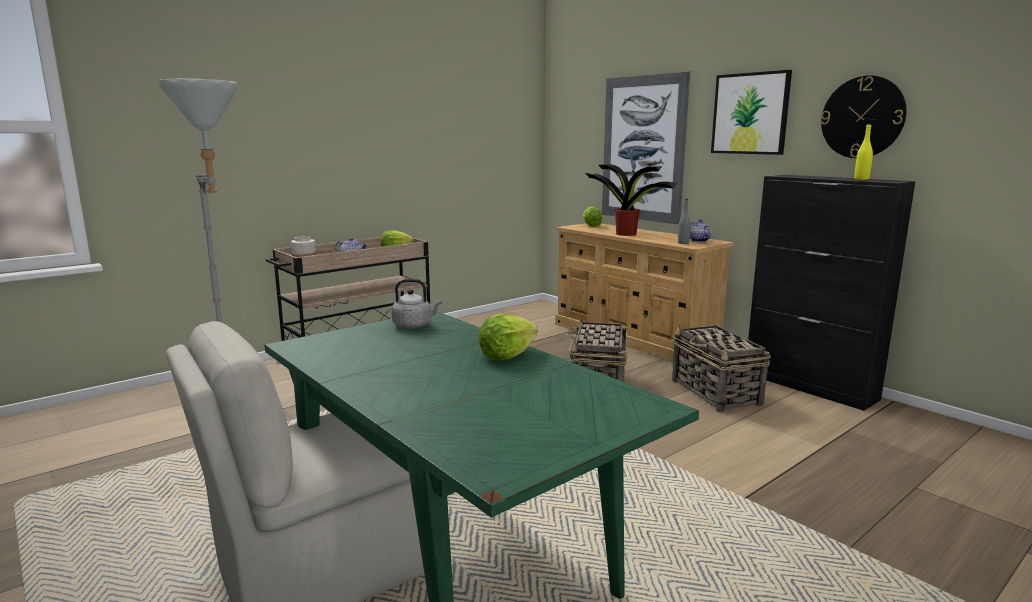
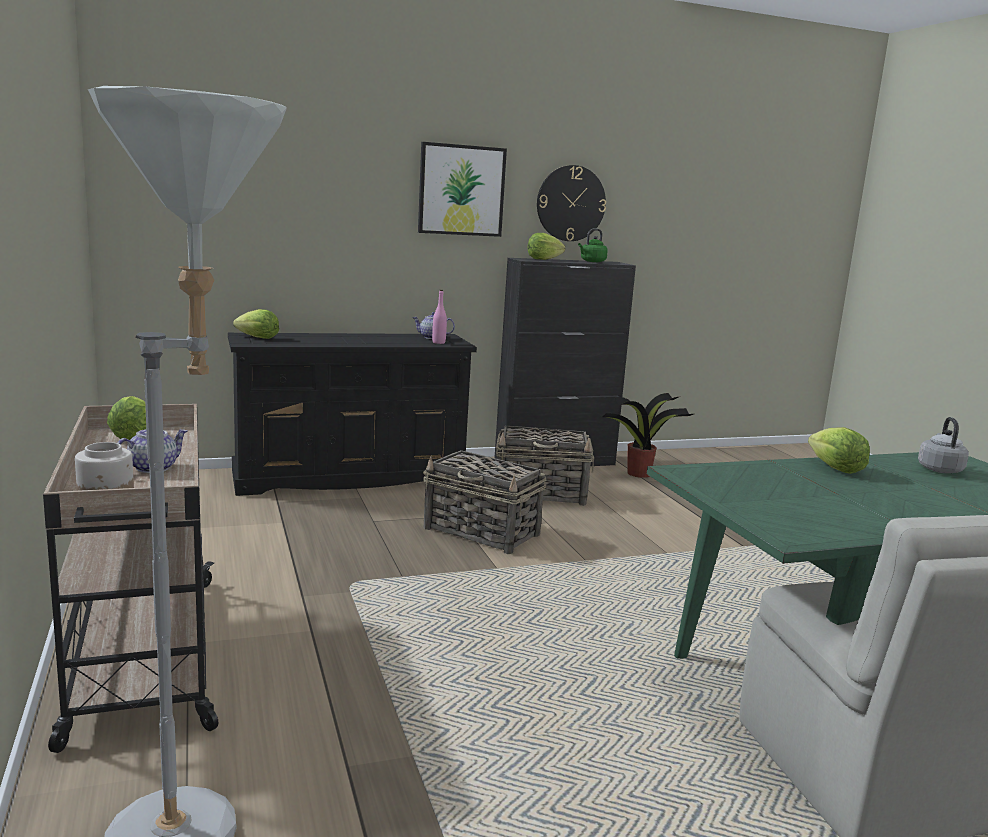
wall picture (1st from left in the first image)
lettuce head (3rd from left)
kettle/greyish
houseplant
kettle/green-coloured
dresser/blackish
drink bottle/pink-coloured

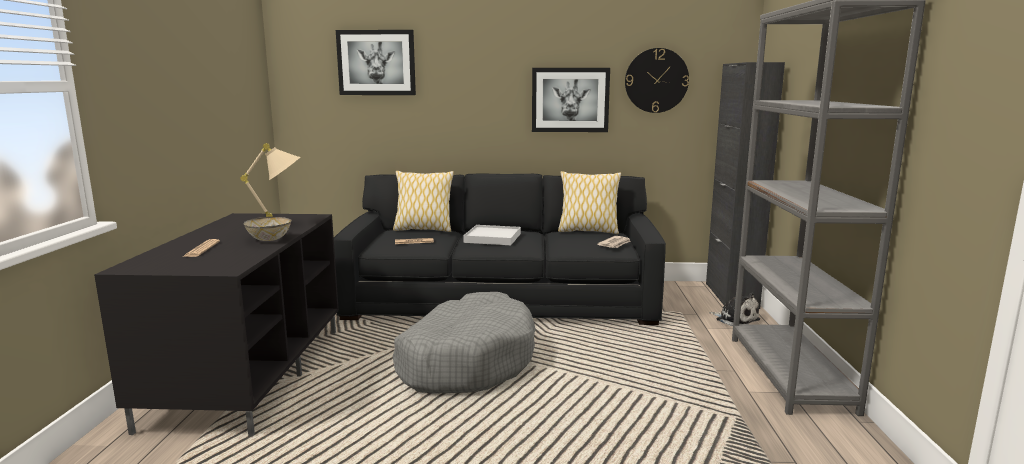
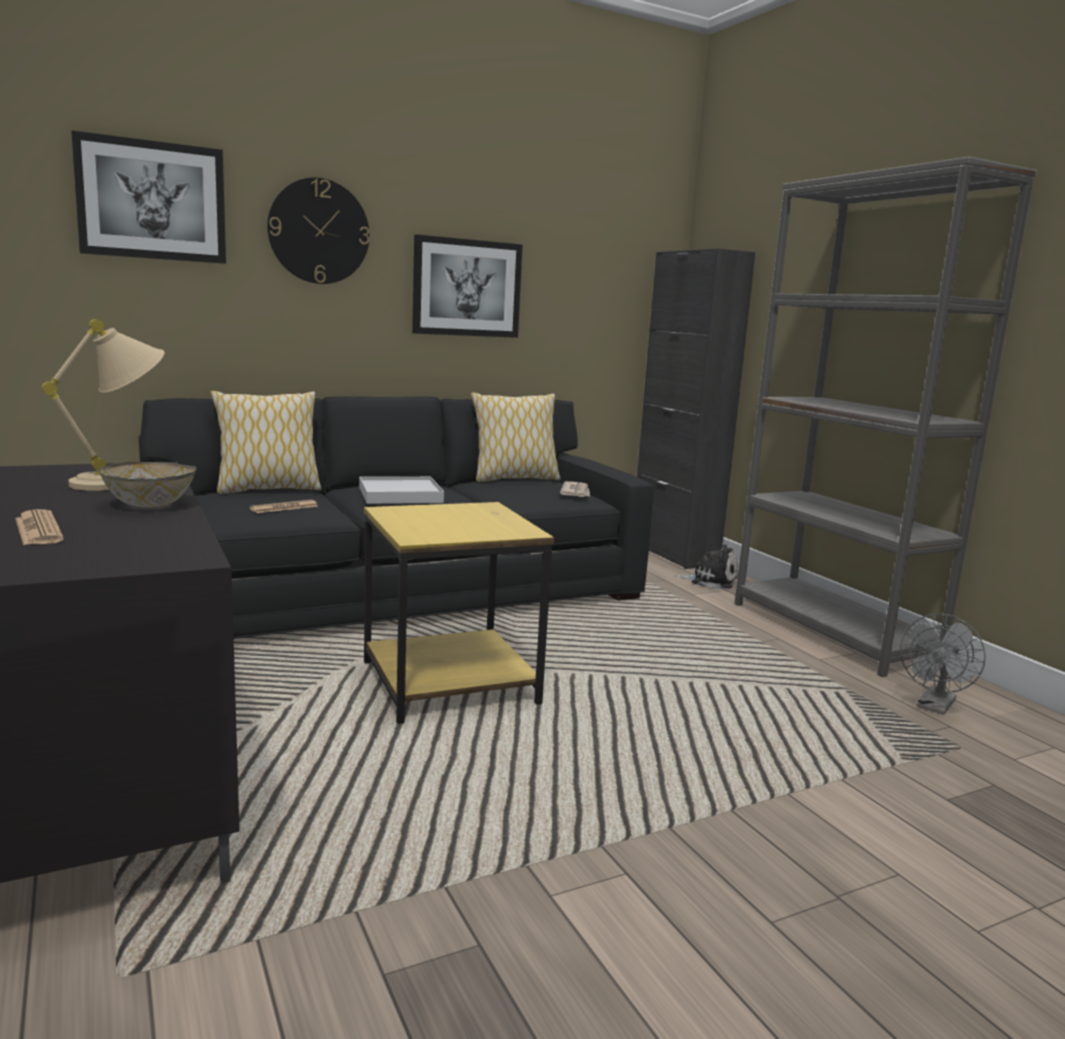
electric fan/greyish
clock on the wall
end table/yellow-coloured

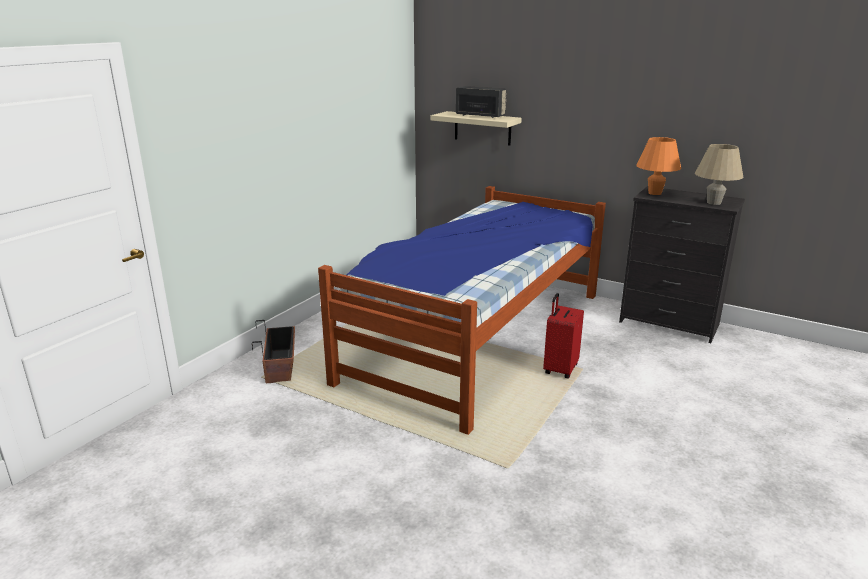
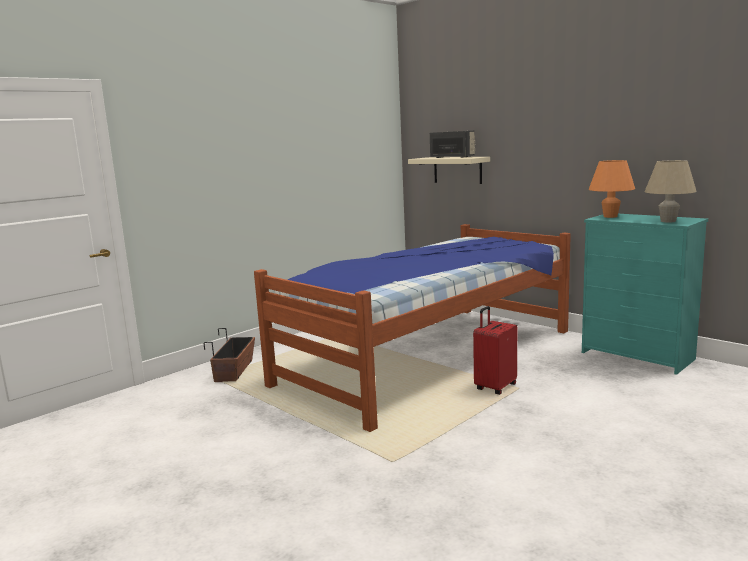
dresser/turquoise-coloured

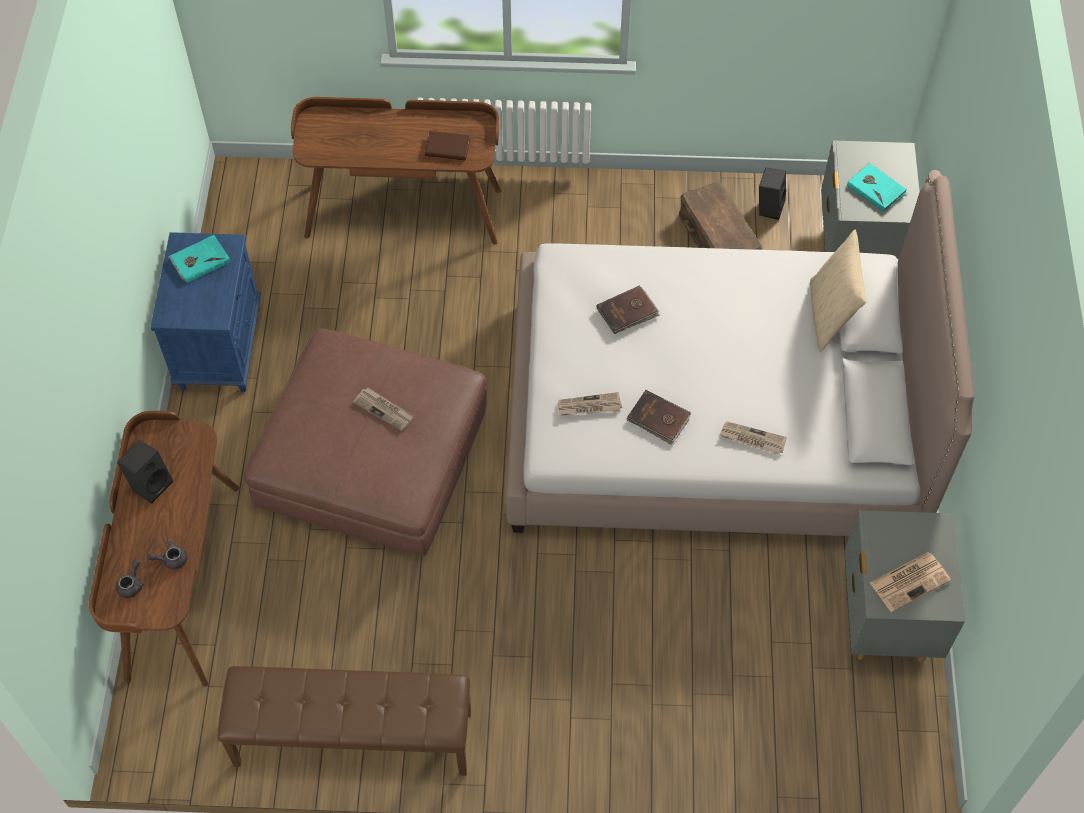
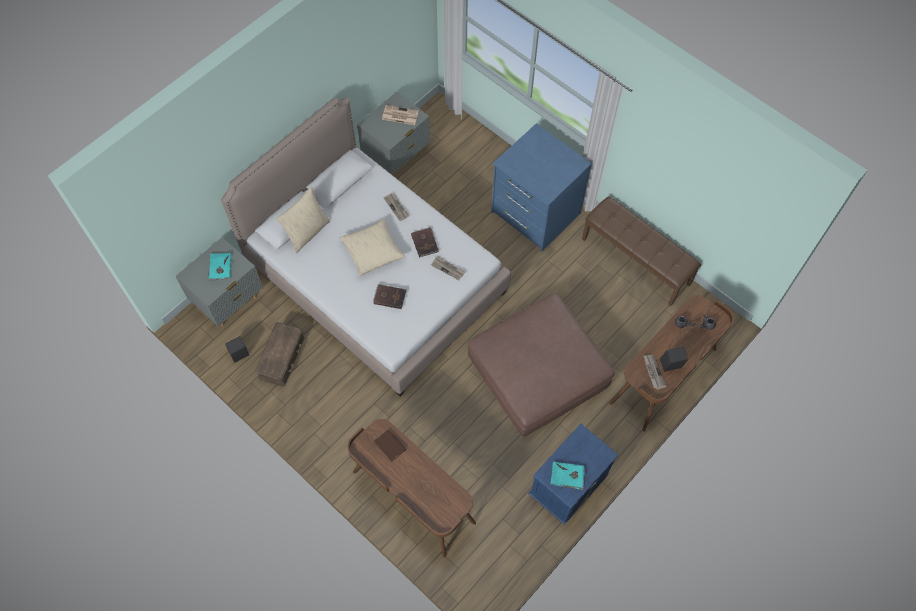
cushion/beige-coloured (2nd from left)
dresser/blue
daily paper (4th from left)

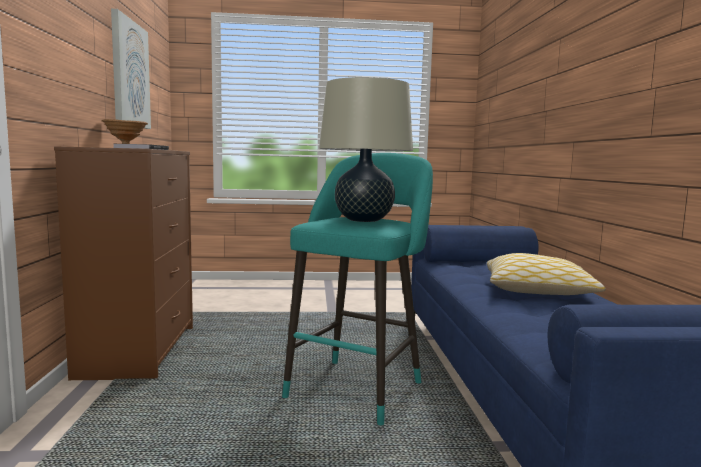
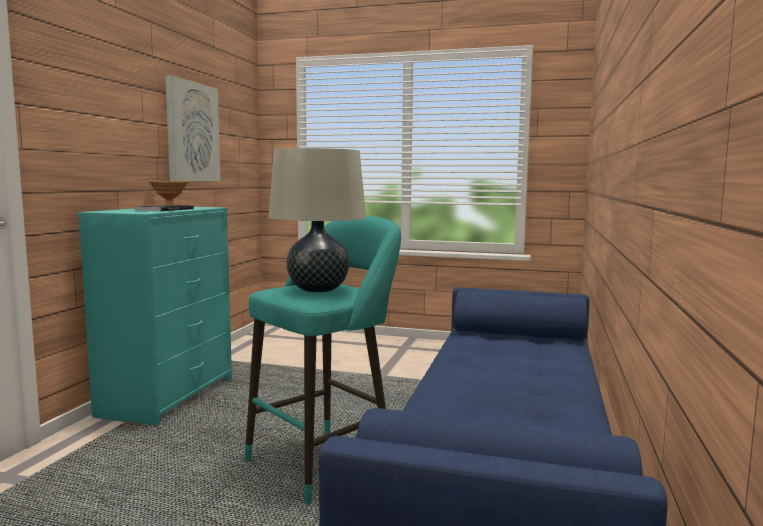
cushion
dresser/turquoise-coloured

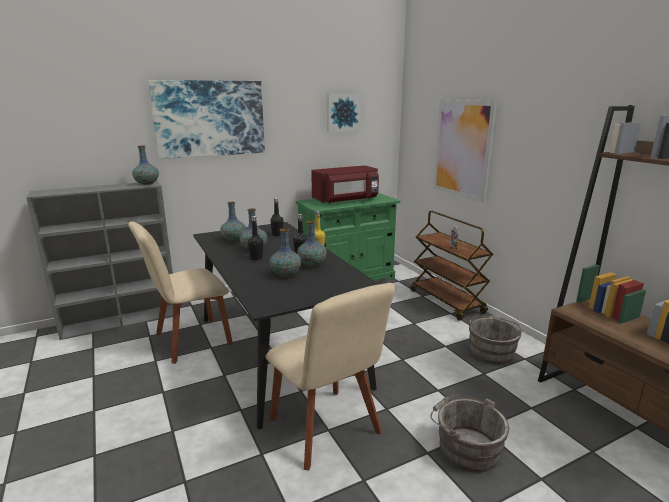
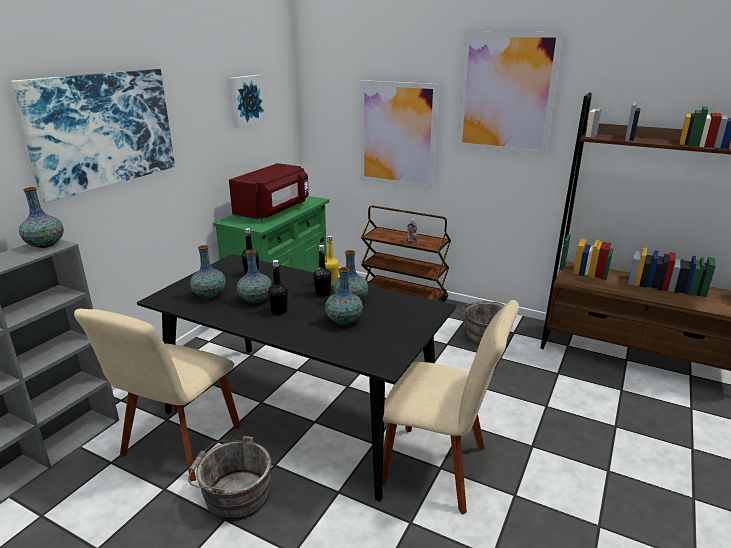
wall picture (4th from left)
pail/greyish (1st from left)

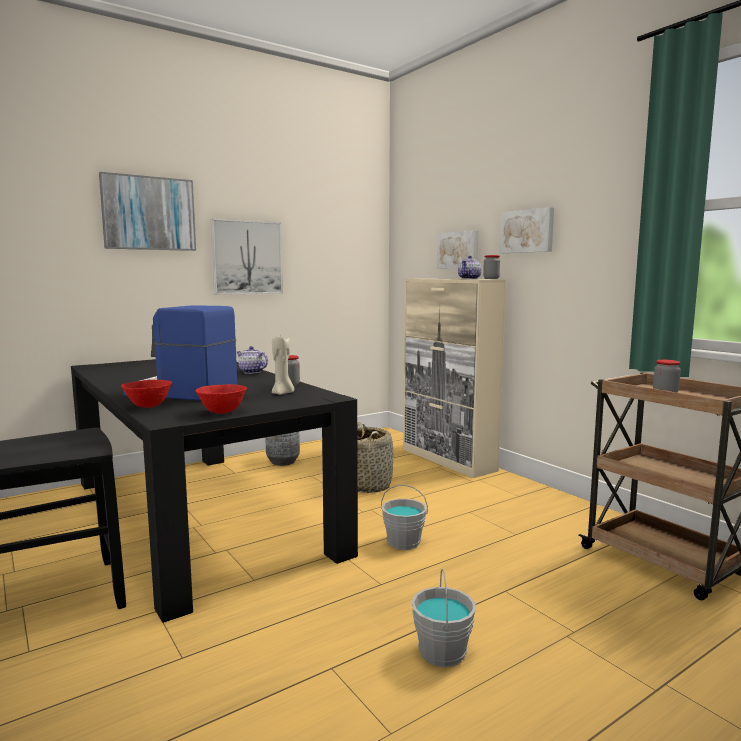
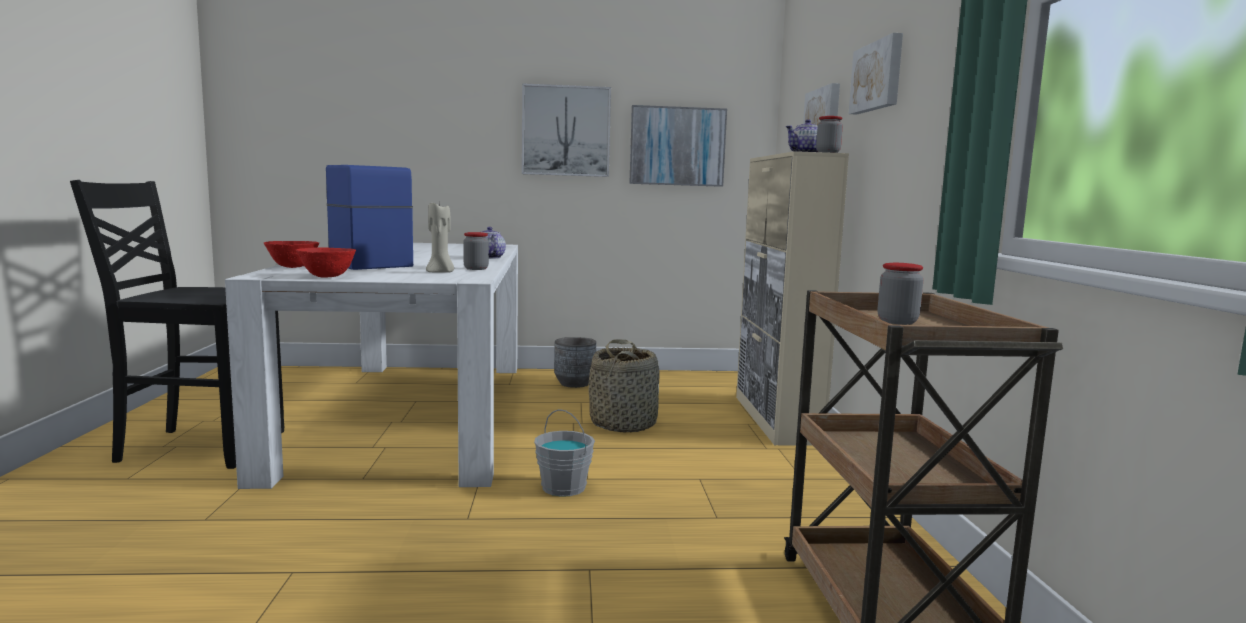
pail/greyish (2nd from left in the first image)
wall picture (2nd from left)
dinner table/white

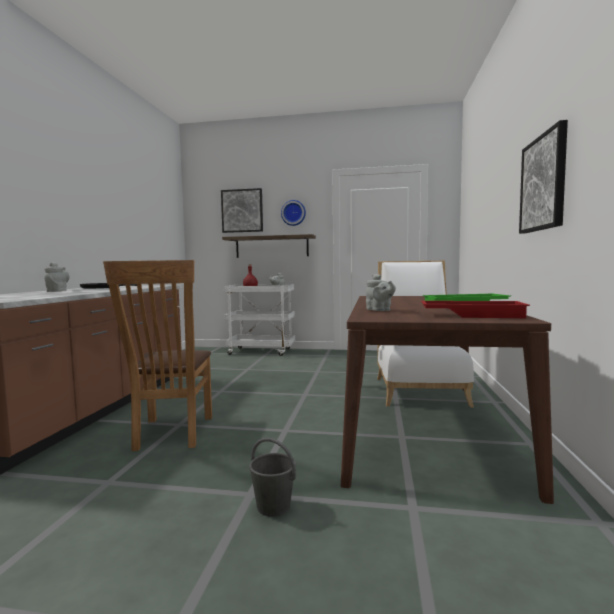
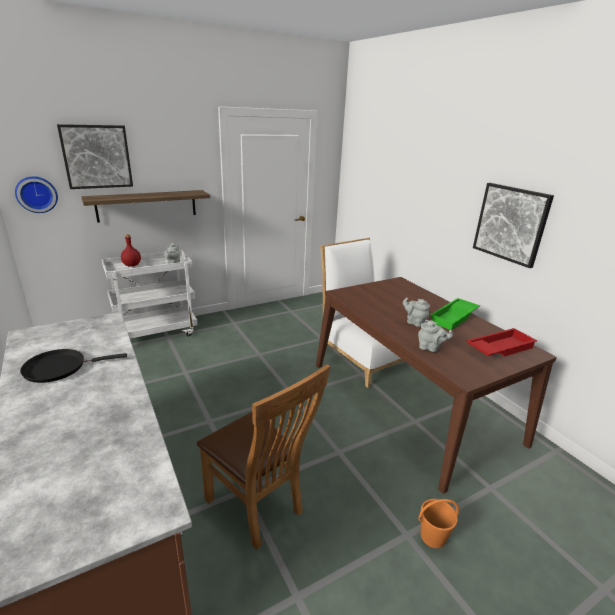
pot for tea/greyish (2nd from left)
clock on the wall
pail/orange

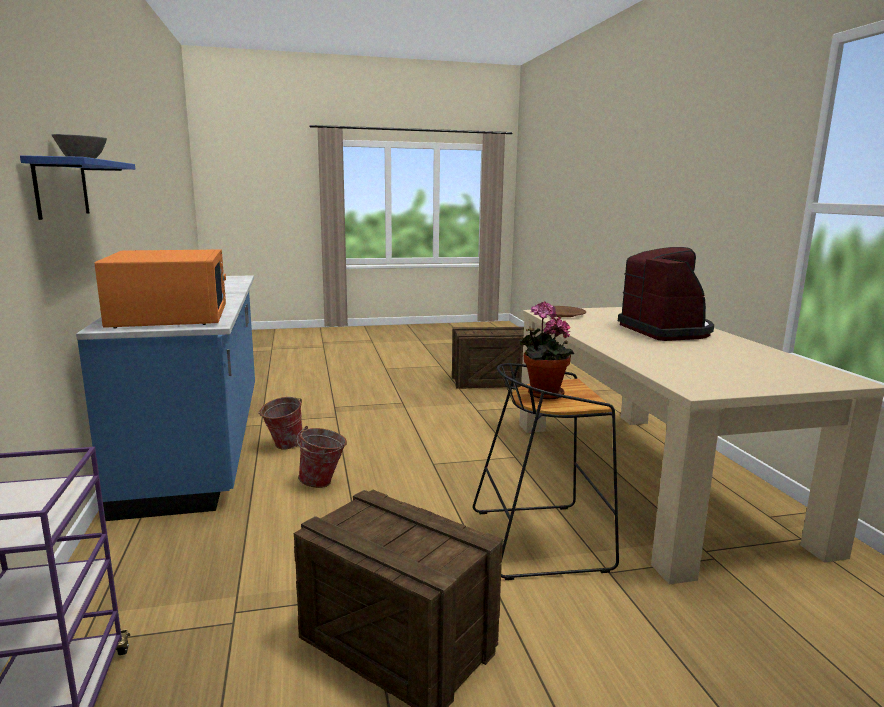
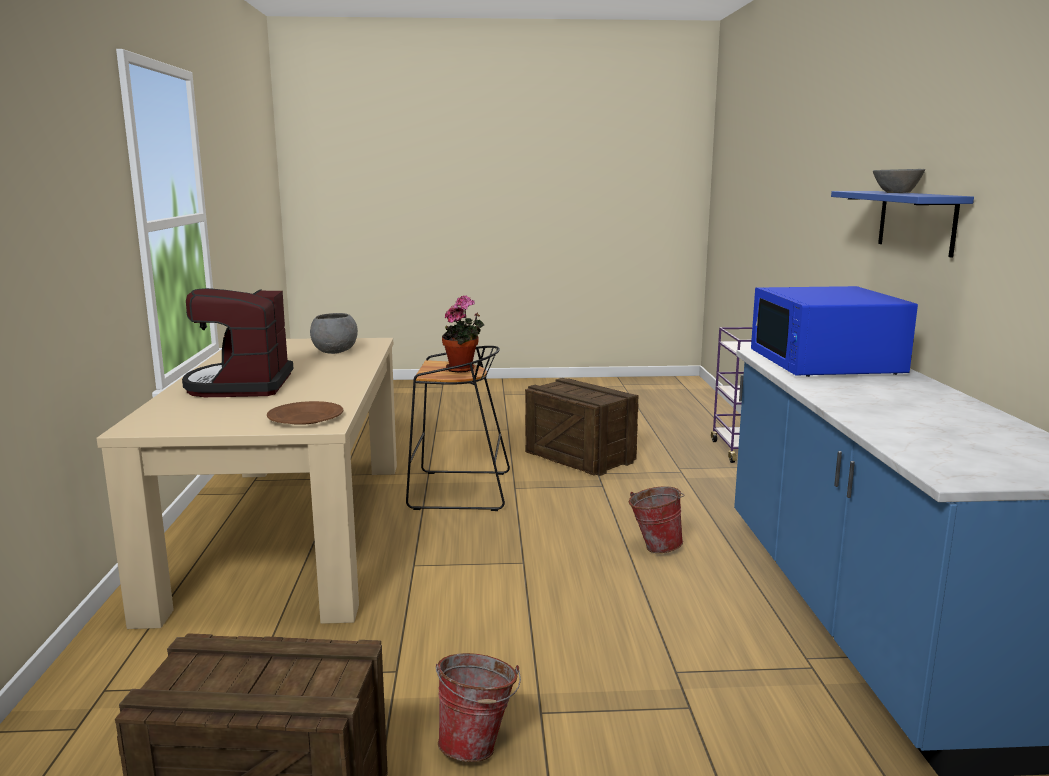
deep dish/greyish (1st from left)
pail (1st from left)
kitchen microwave/blue

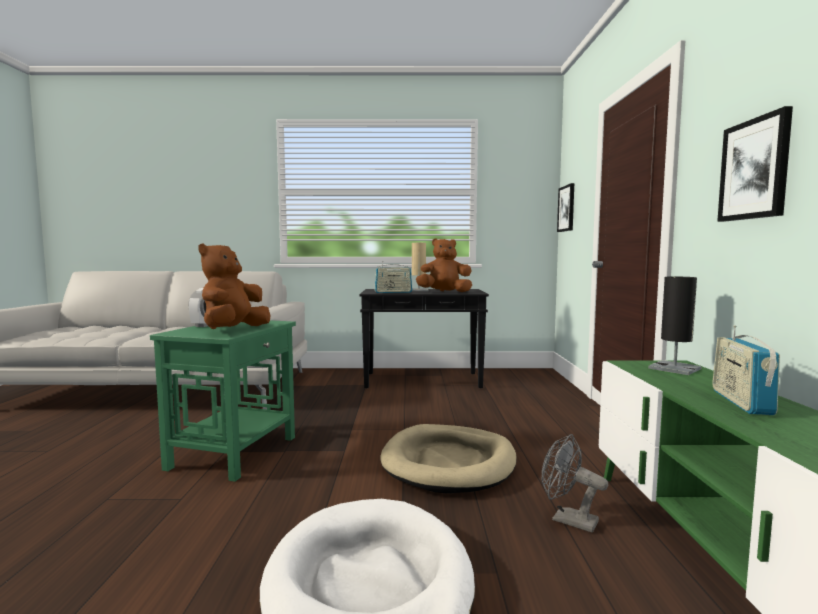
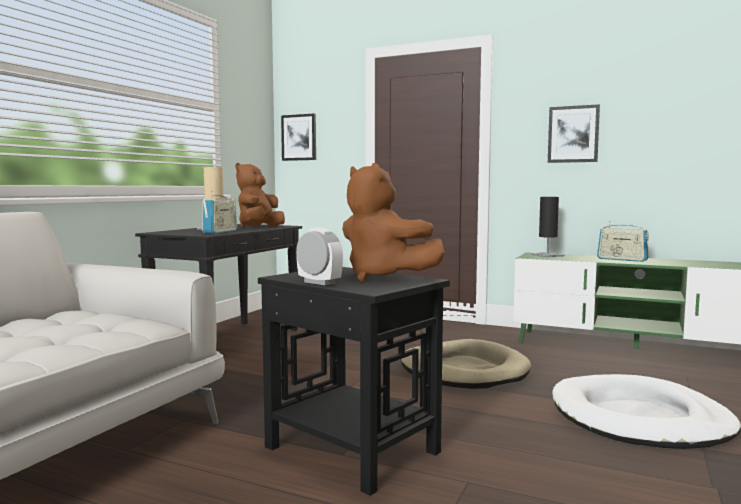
electric fan/greyish
end table/blackish

